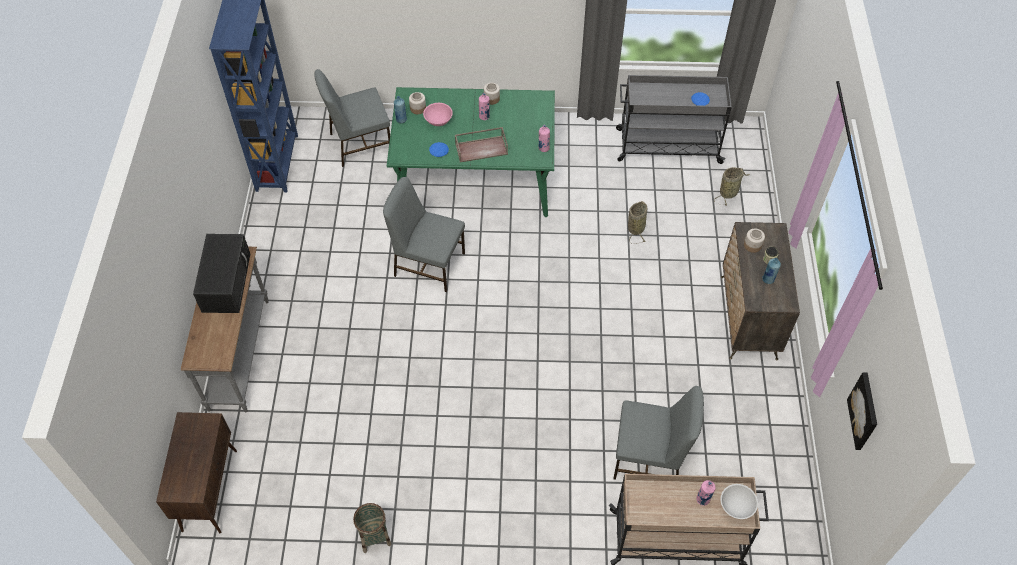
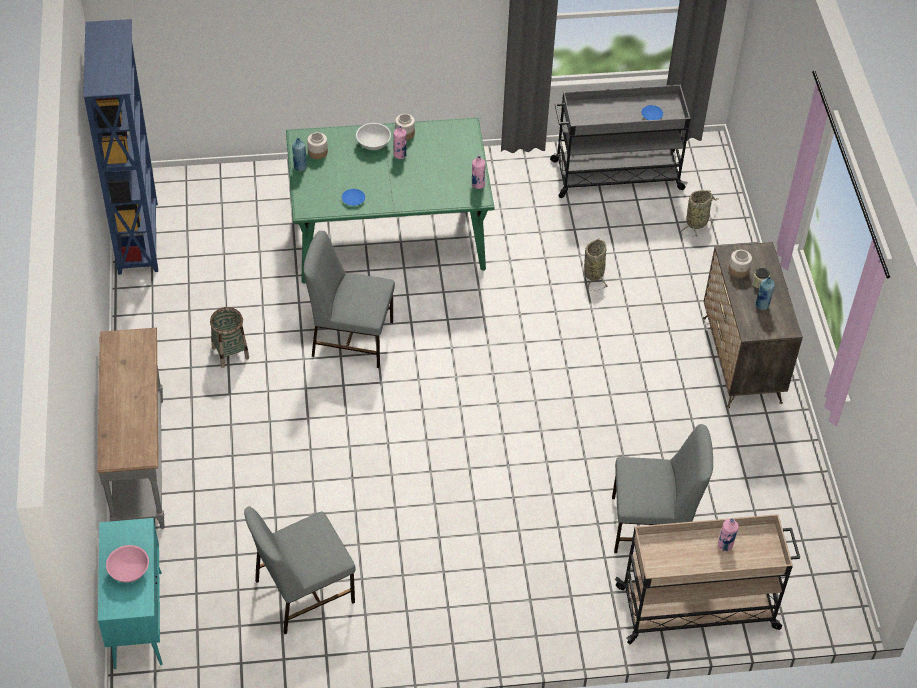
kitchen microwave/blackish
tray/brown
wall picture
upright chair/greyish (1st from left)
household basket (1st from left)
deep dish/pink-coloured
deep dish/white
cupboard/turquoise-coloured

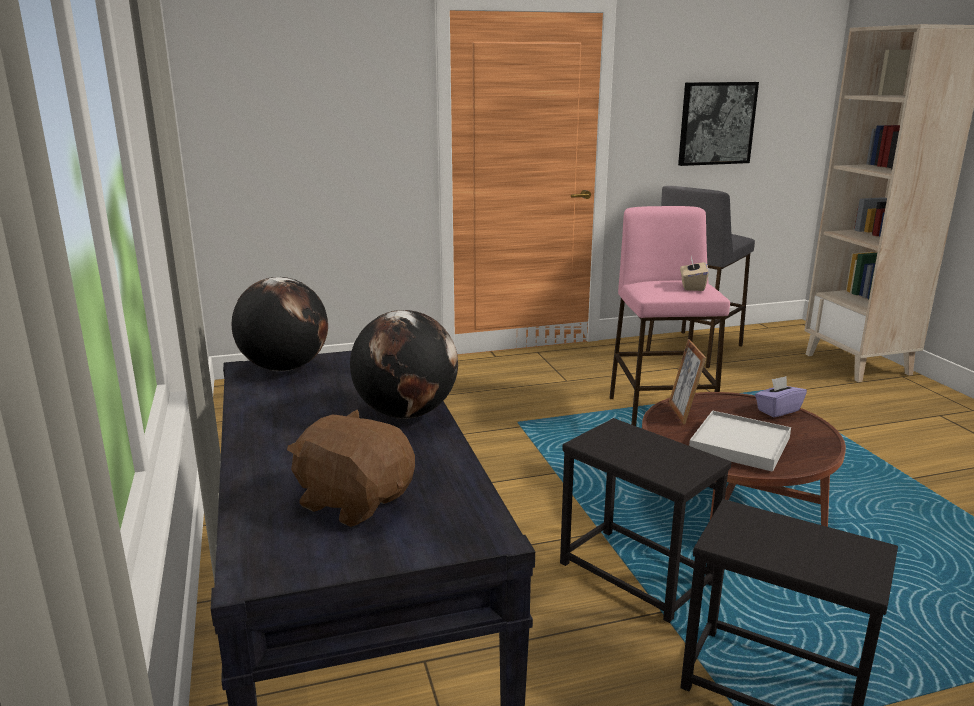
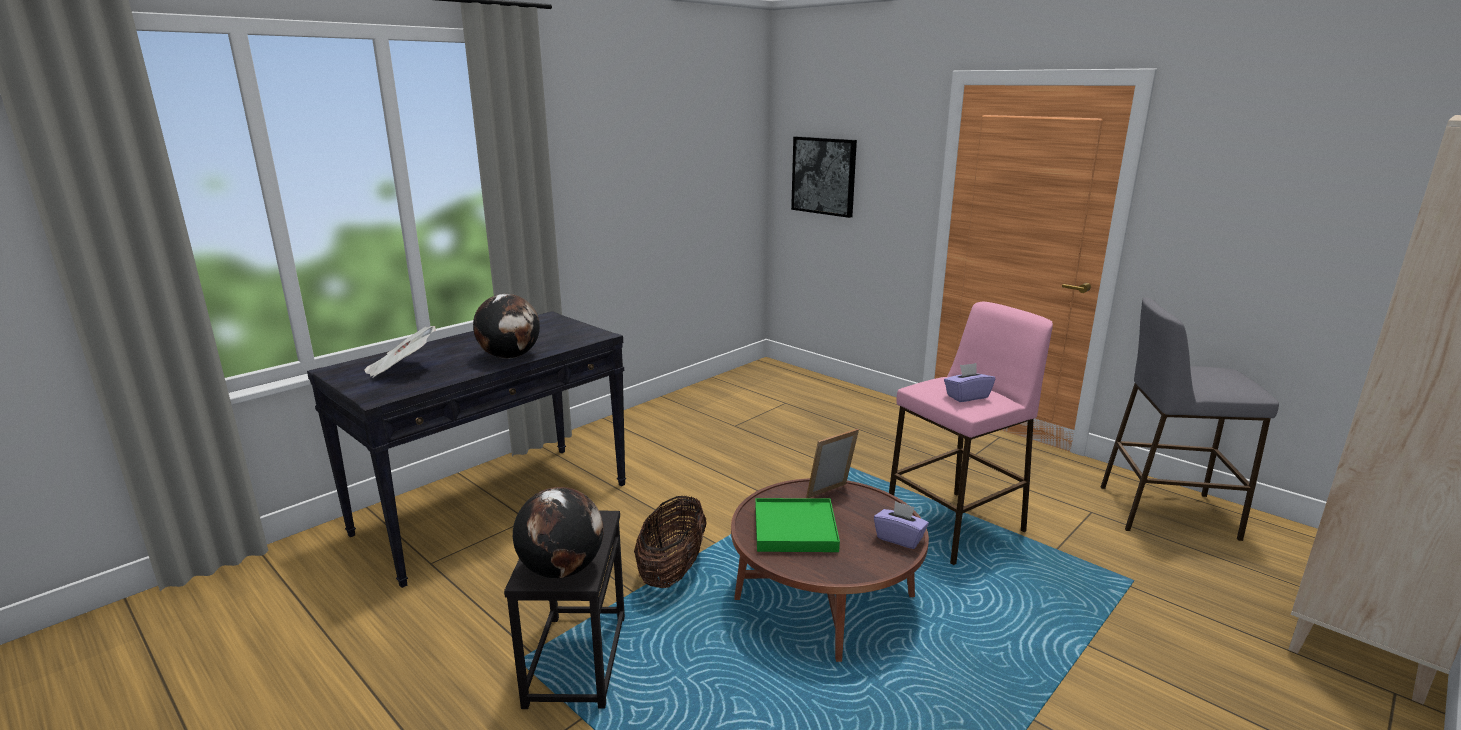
desk globe (2nd from left)
wall picture
daily paper
household basket
box of tissues/purplish (2nd from left)
tray/green-coloured

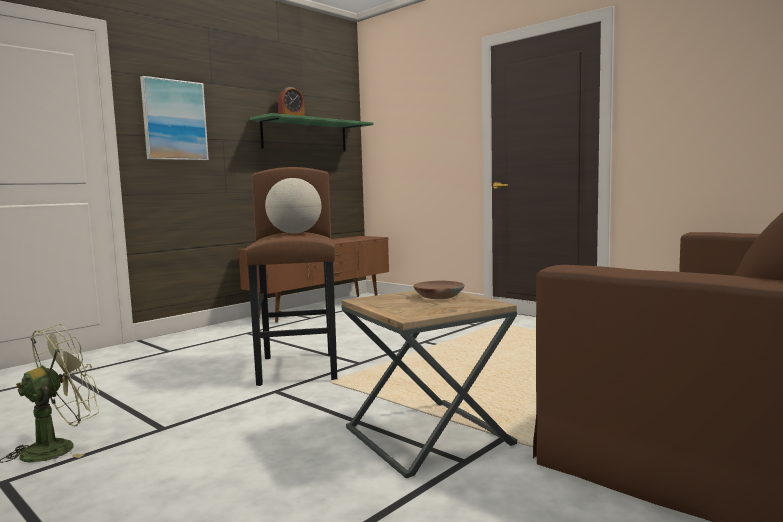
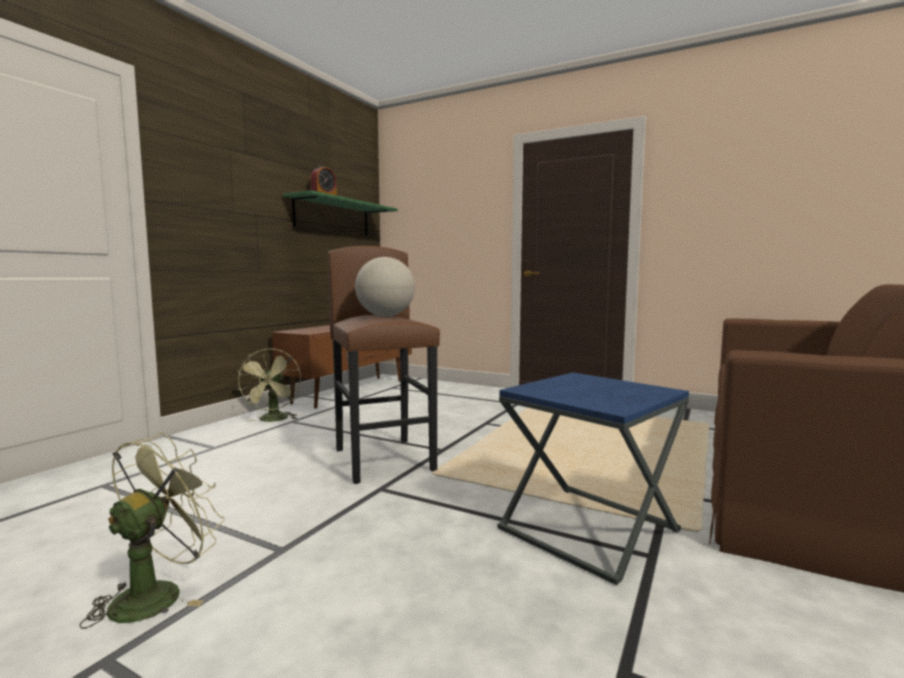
wall picture
deep dish/brown
electric fan/green-coloured (2nd from left)
end table/blue

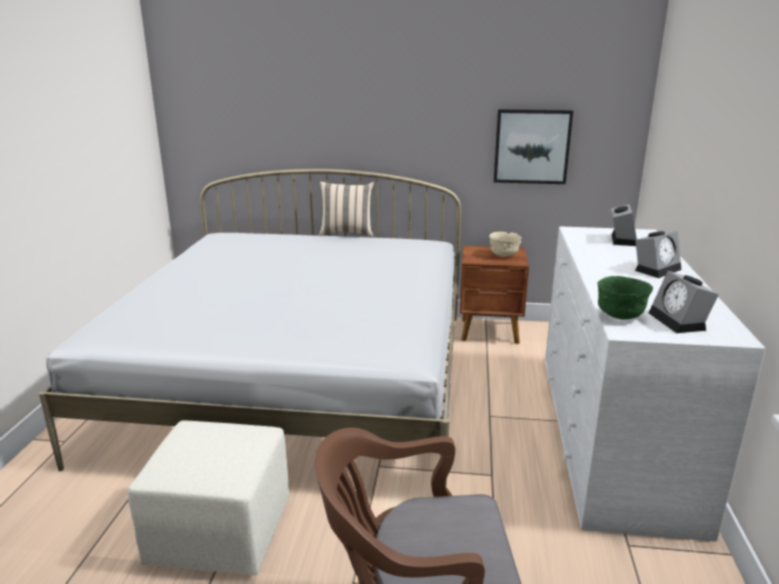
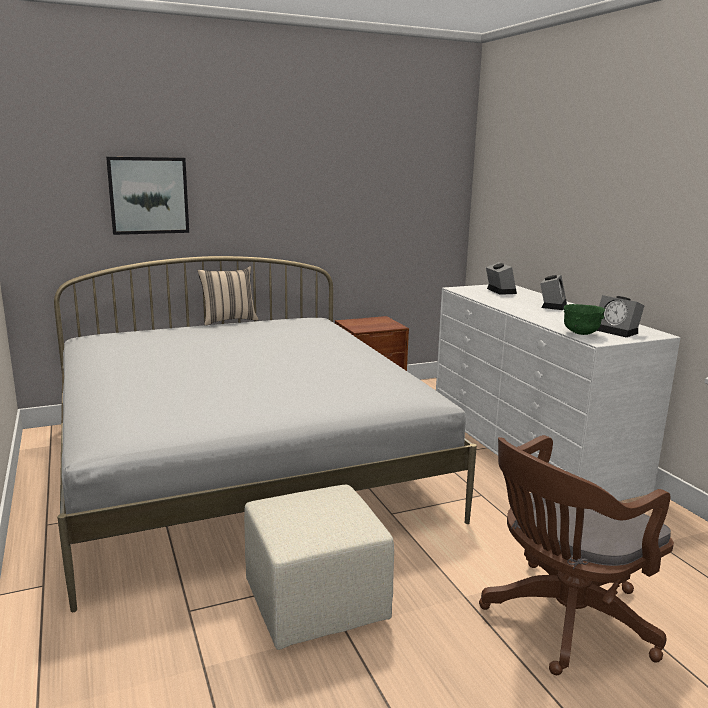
deep dish/beige-coloured
wall picture

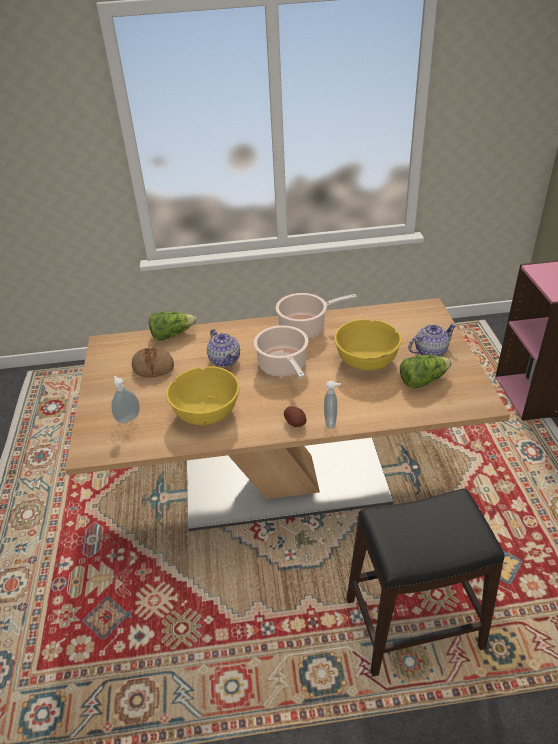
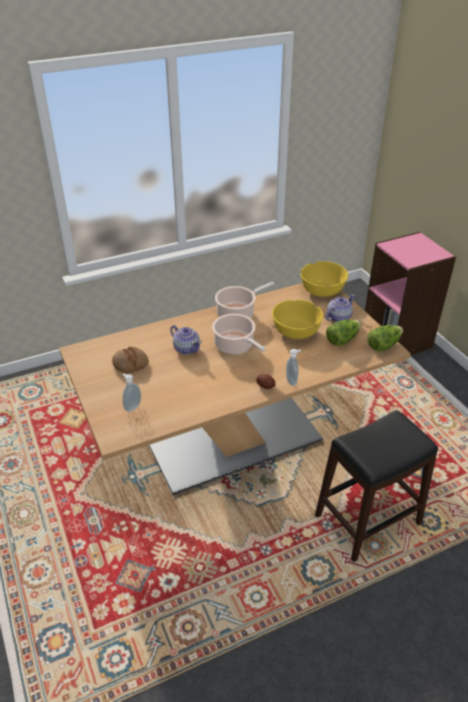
lettuce head (2nd from left)
deep dish/yellow-coloured (2nd from left)

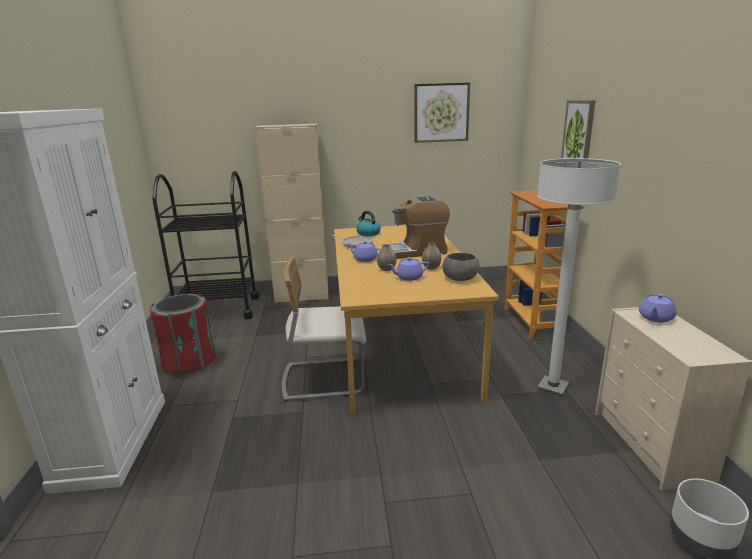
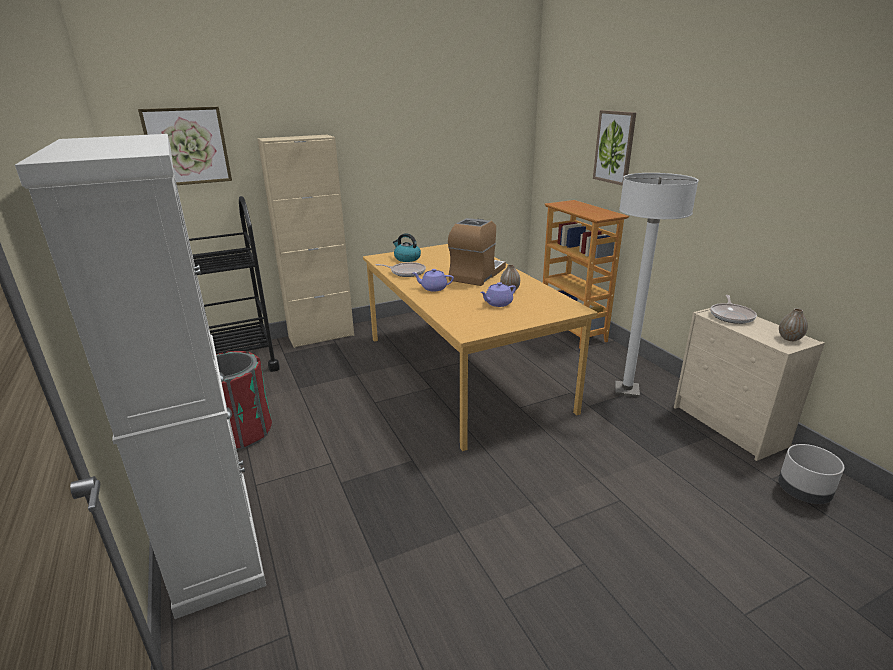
upright chair/beige-coloured
deep dish/greyish
flower vase (2nd from left)
wall picture (1st from left)
skillet (2nd from left)
coffee maker

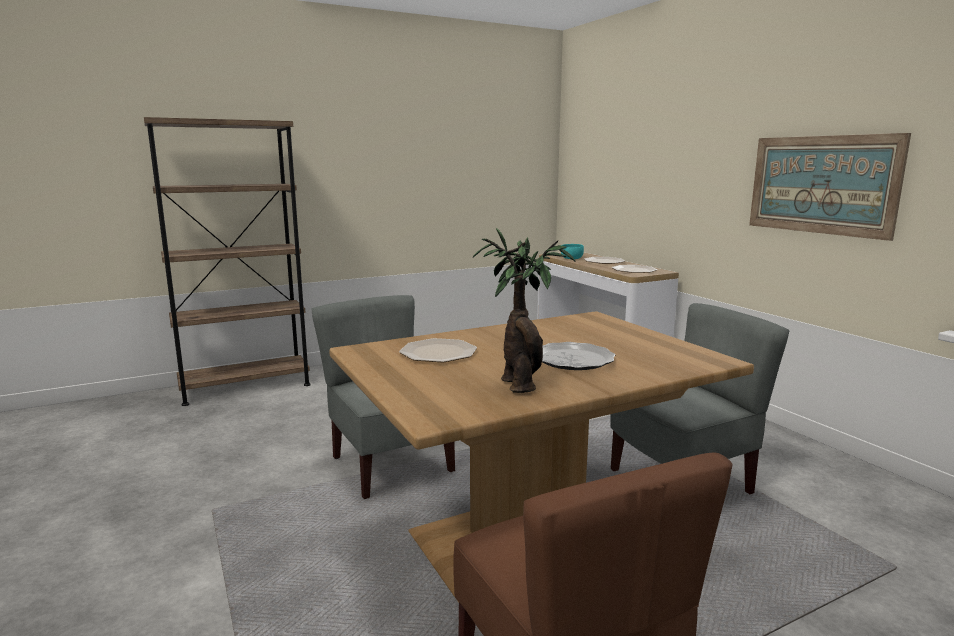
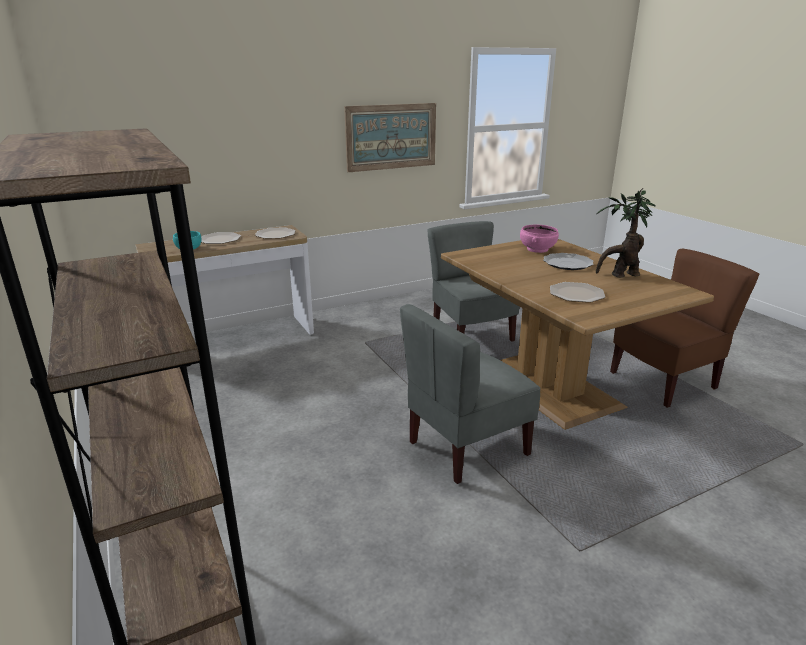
deep dish/pink-coloured

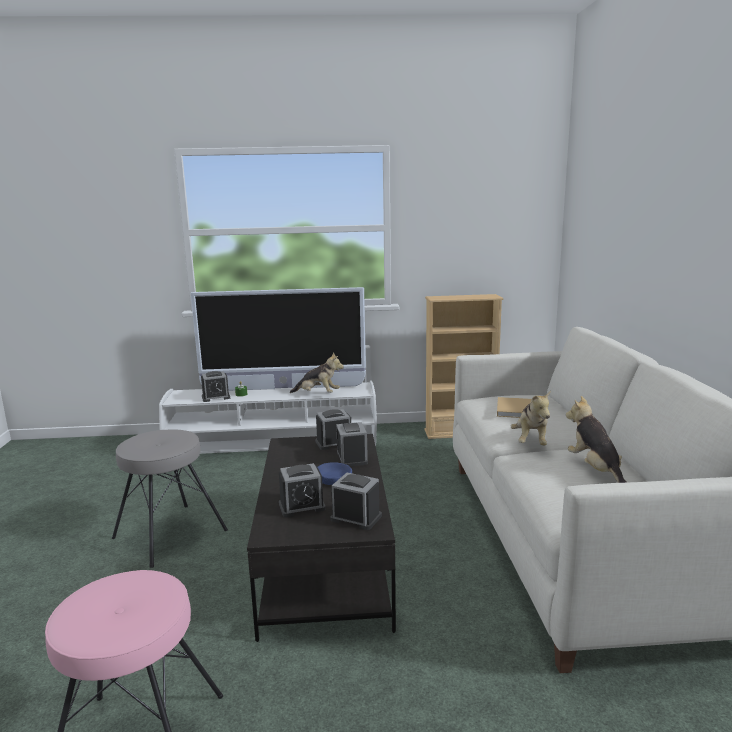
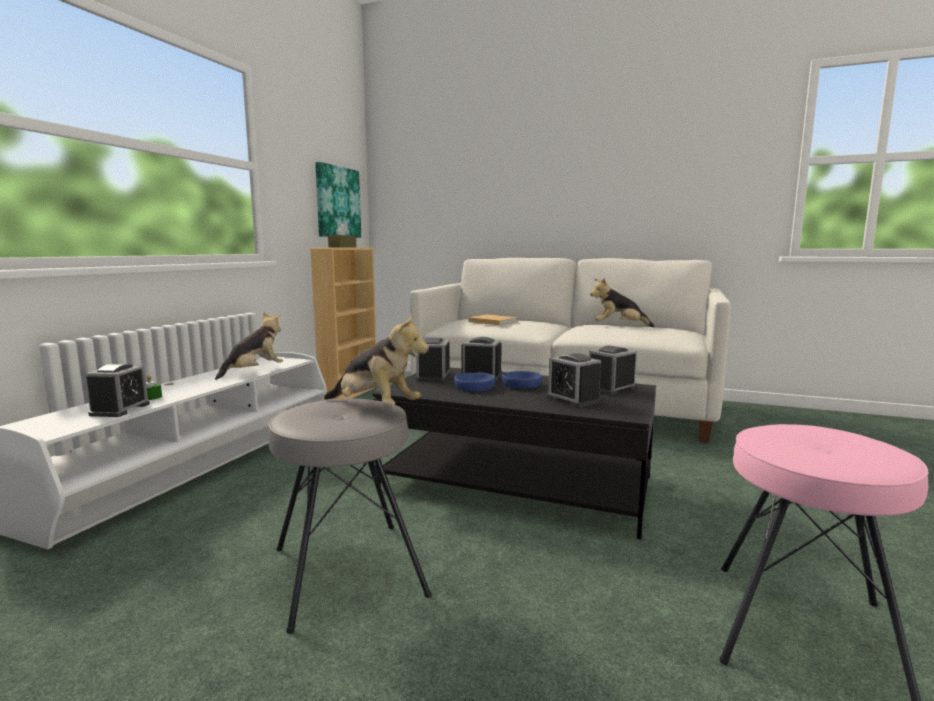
TV set
wall picture
box of tissues/brown
deep dish/blue (1st from left)
plush toy (2nd from left)
bedside clock (4th from left)

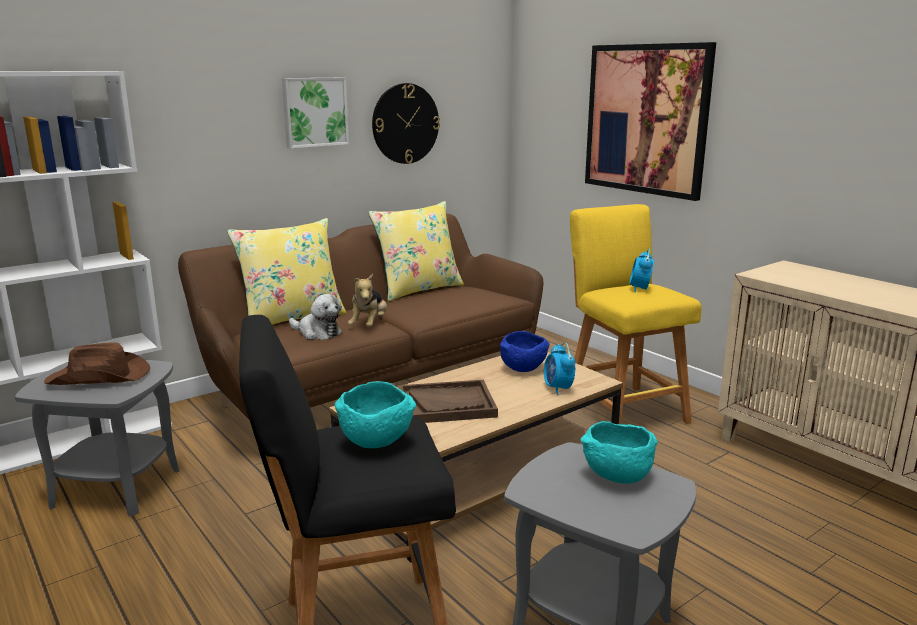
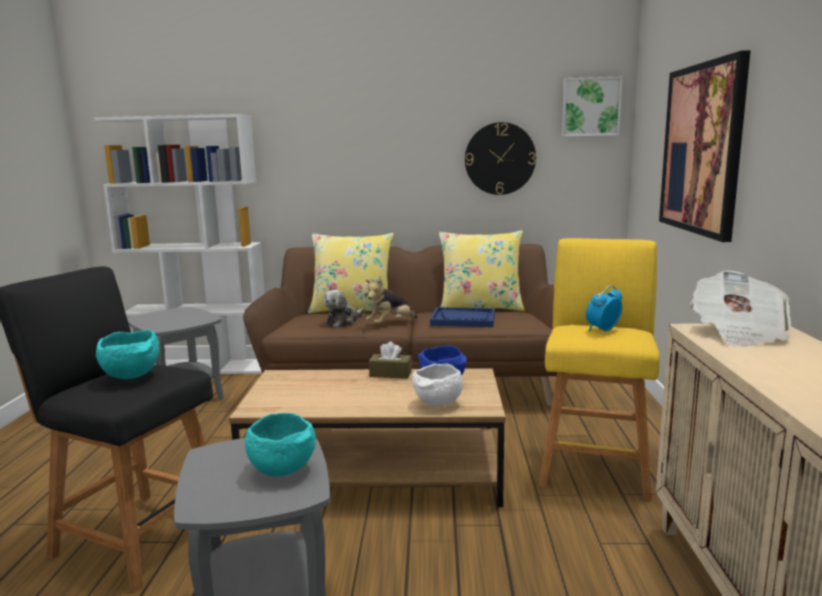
clothing hat/brown
tray/brown
box of tissues/brown
tray/blue
daily paper
wall picture (1st from left)
deep dish/white
plush toy (1st from left)

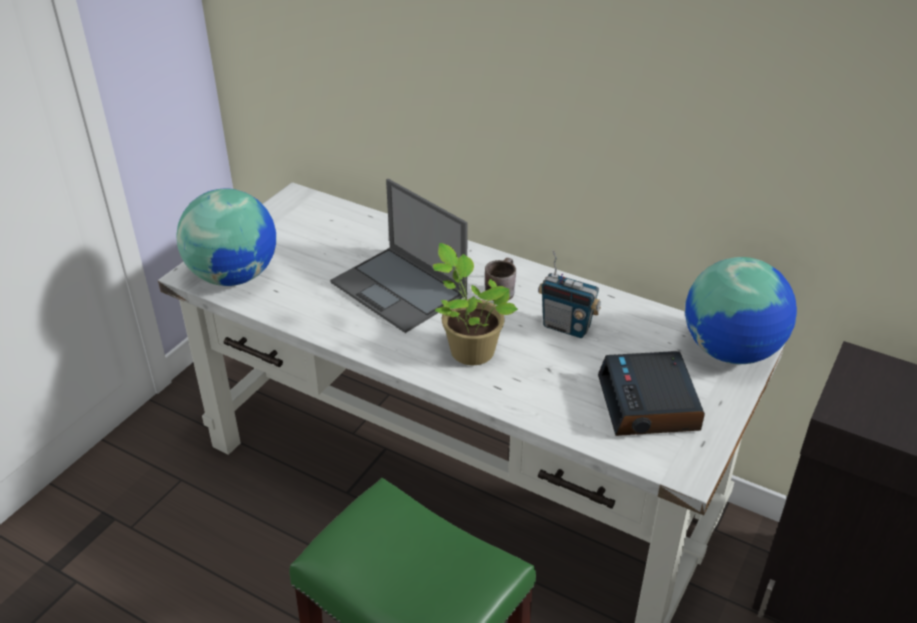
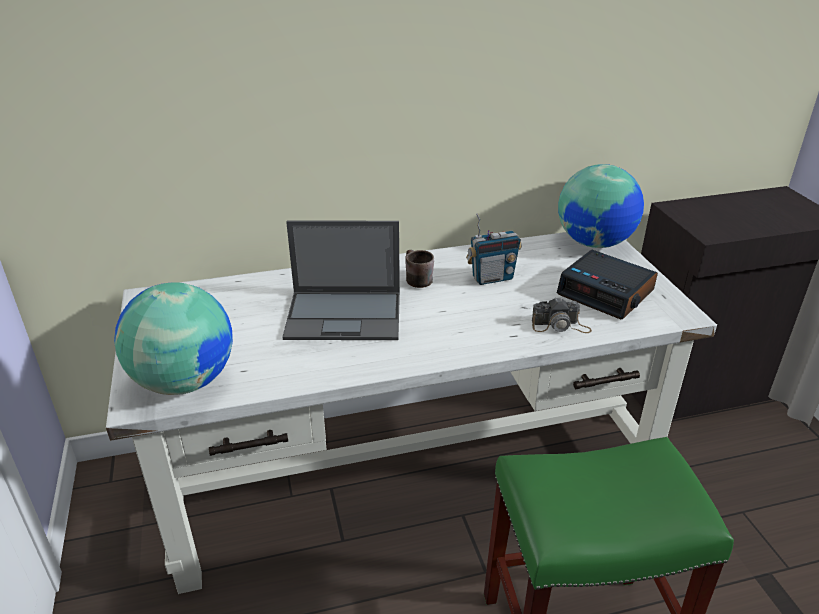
houseplant
photo camera

